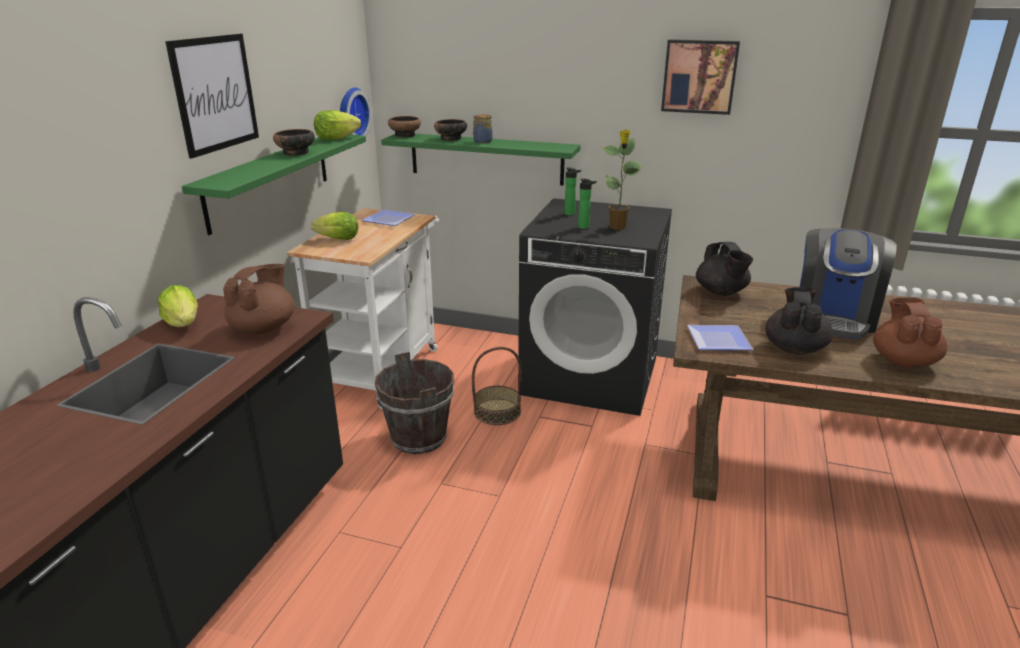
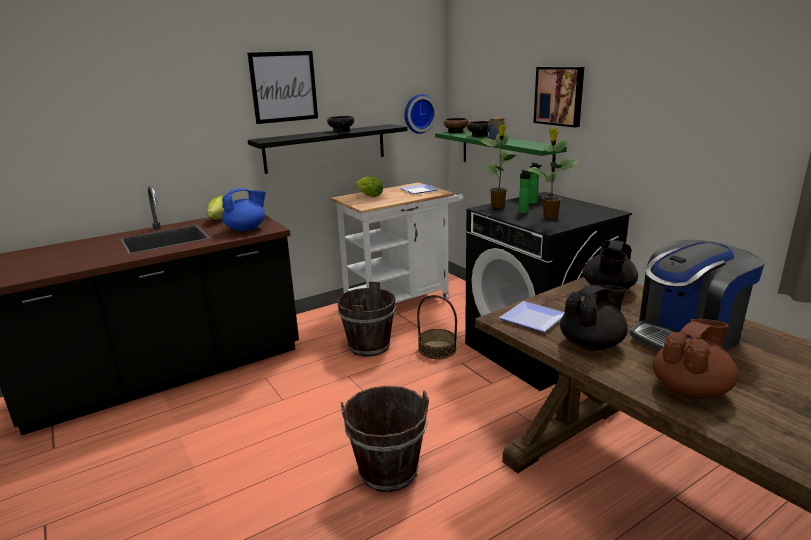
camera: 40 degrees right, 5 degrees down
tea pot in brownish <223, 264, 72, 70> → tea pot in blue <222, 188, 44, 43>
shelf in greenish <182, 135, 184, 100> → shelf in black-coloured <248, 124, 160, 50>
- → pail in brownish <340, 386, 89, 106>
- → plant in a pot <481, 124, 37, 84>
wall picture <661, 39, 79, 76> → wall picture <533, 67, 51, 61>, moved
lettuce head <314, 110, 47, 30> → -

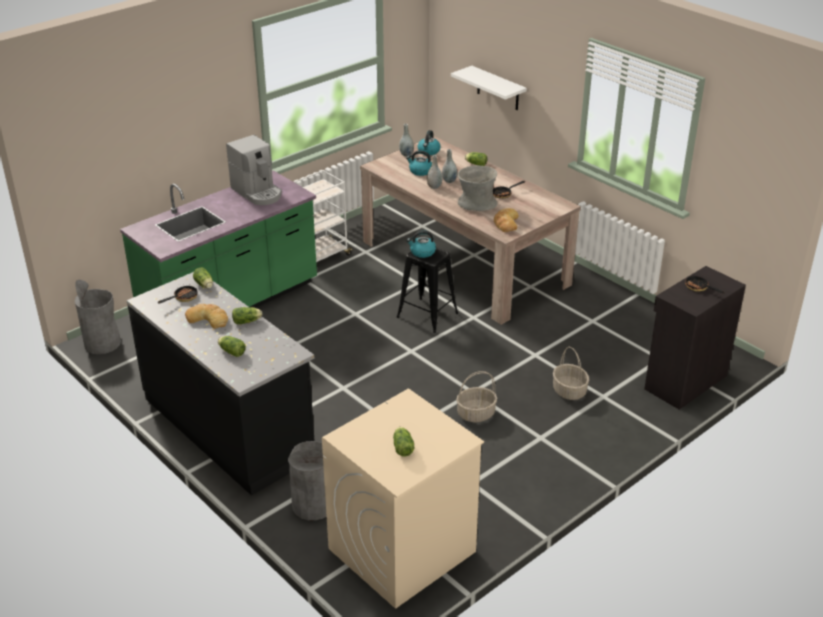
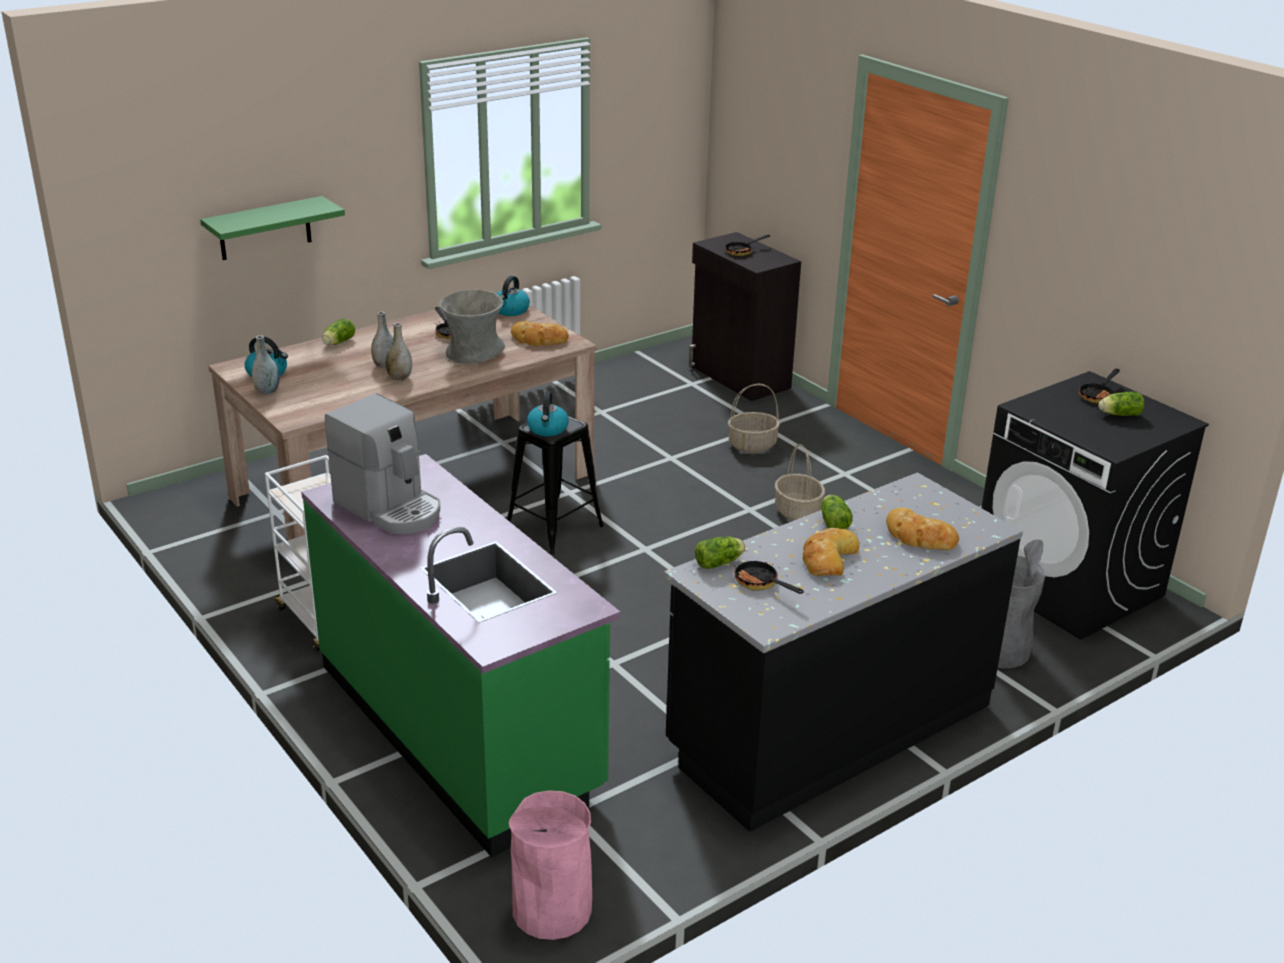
camera: 85 degrees left, 5 degrees down
shelf in whitish <451, 66, 76, 44> → shelf in greenish <200, 196, 145, 64>
coffee maker <226, 135, 56, 70> → coffee maker <325, 394, 115, 140>, 75 degrees clockwise
tea kettle <406, 150, 26, 26> → tea kettle <496, 276, 34, 40>, moved
trash can in gray <75, 280, 46, 74> → trash can in pinkish <509, 790, 83, 150>
lettuce head <218, 336, 28, 21> → baked bread <886, 508, 73, 42>
laundry appliance in beige <322, 389, 162, 220> → laundry appliance in black-coloured <981, 371, 228, 269>
- → pan <1079, 369, 41, 34>

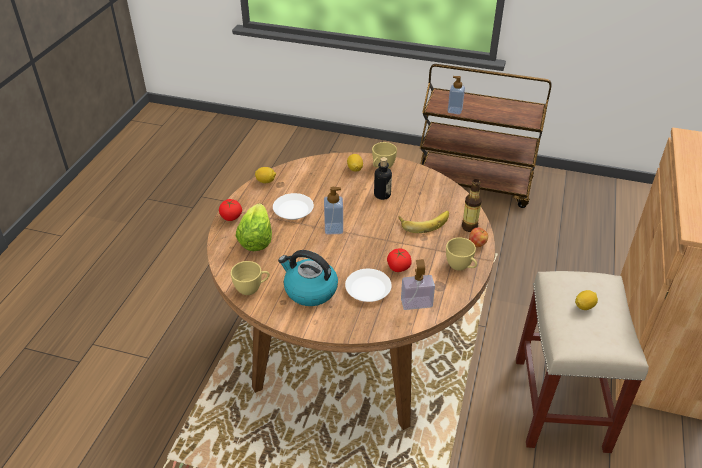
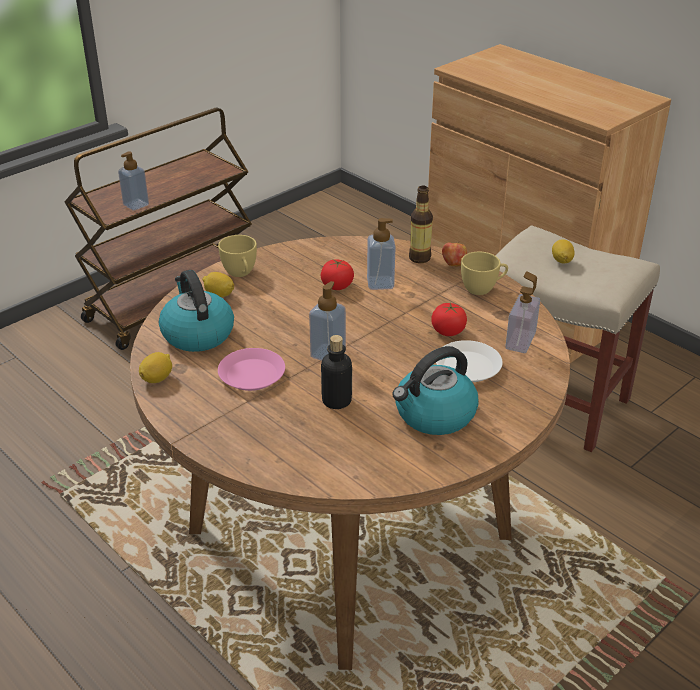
camera: 60 degrees left, 5 degrees down
- → tea kettle <159, 270, 75, 82>
plate in whitish <273, 193, 41, 27> → plate in pinkish <218, 348, 67, 43>
tomato <219, 199, 23, 22> → tomato <321, 259, 33, 31>, moved
beverage bottle <374, 157, 18, 43> → beverage bottle <321, 335, 31, 74>, moved
whole banana <399, 211, 50, 22> → liquid soap bottle <367, 218, 29, 72>
small cup in yellow-coloured <231, 261, 39, 34> → -
lettuce head <236, 204, 36, 47> → -

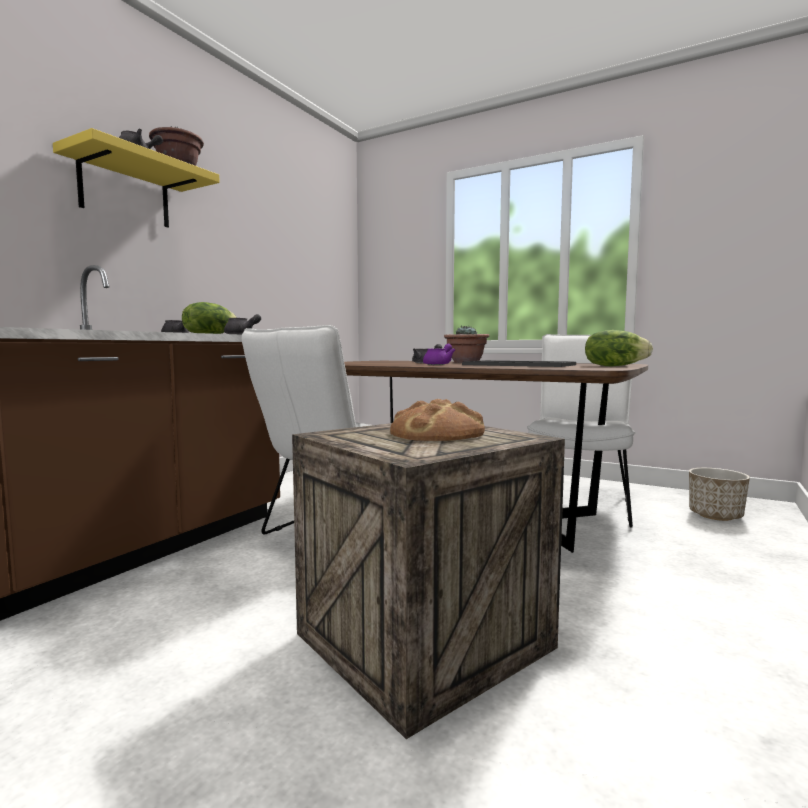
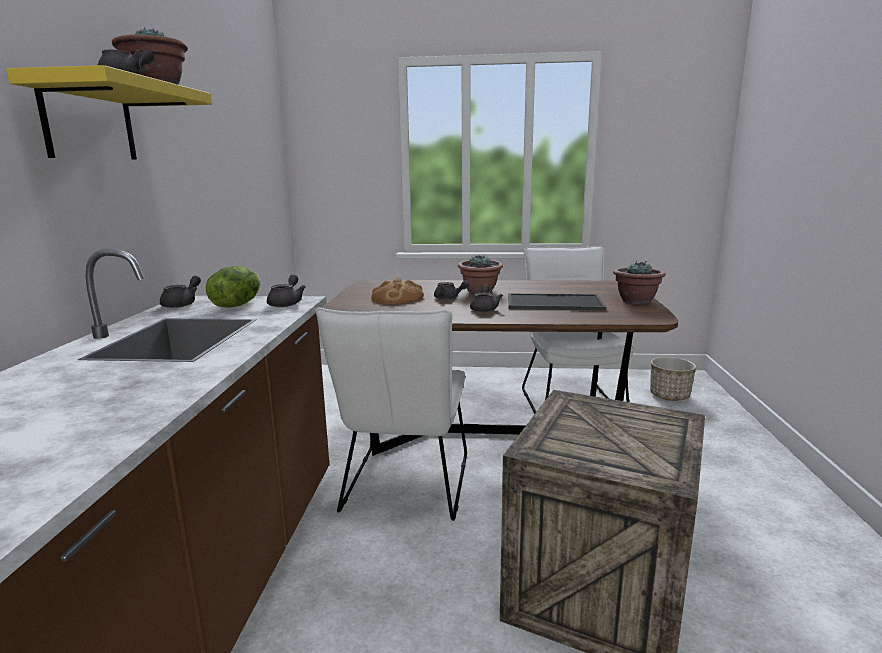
camera: 25 degrees left, 10 degrees up
baked bread <390, 399, 95, 42> → baked bread <371, 278, 53, 26>, moved
tea pot in purplish <423, 344, 32, 21> → tea pot in gray <470, 285, 33, 27>
lettuce head <585, 330, 68, 36> → plant in a pot <613, 261, 53, 43>

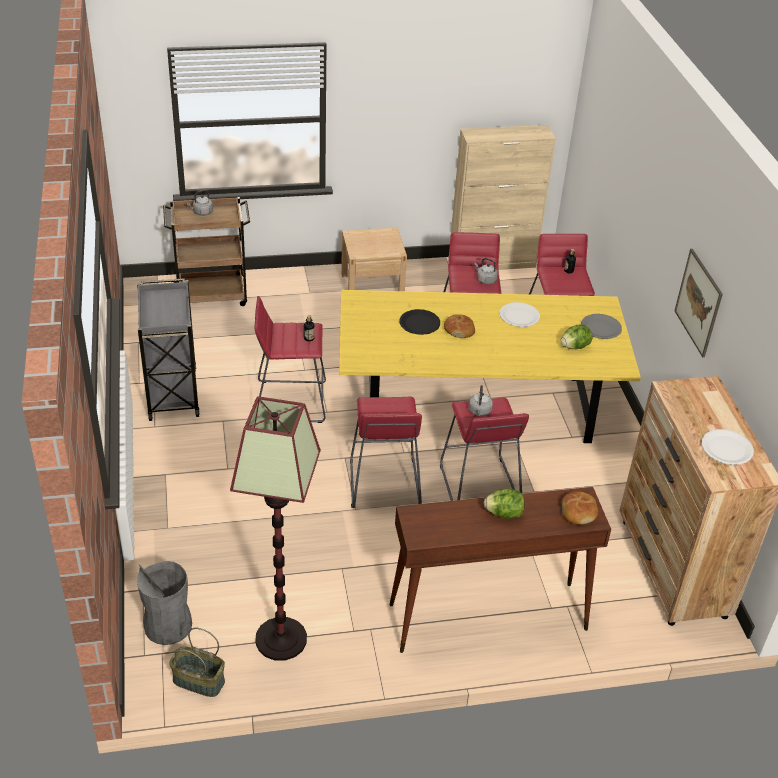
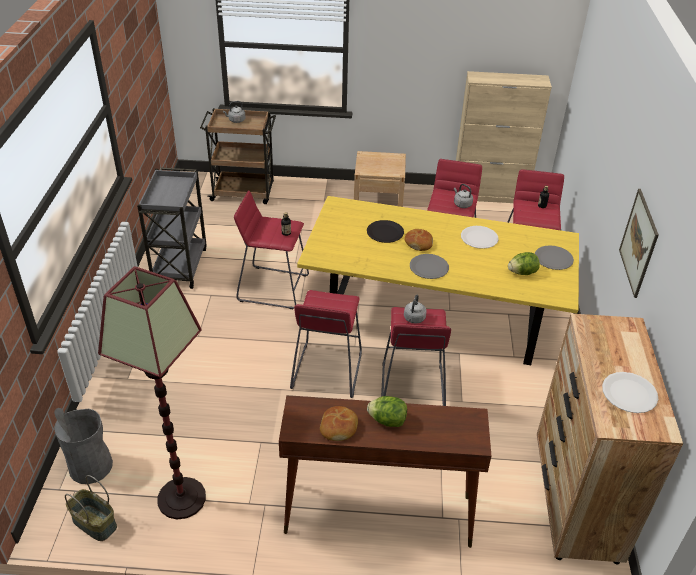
camera: 15 degrees right, 0 degrees up
baked bread <562, 491, 36, 34> → baked bread <320, 406, 38, 35>, moved
- → plate in gray <410, 254, 39, 25>

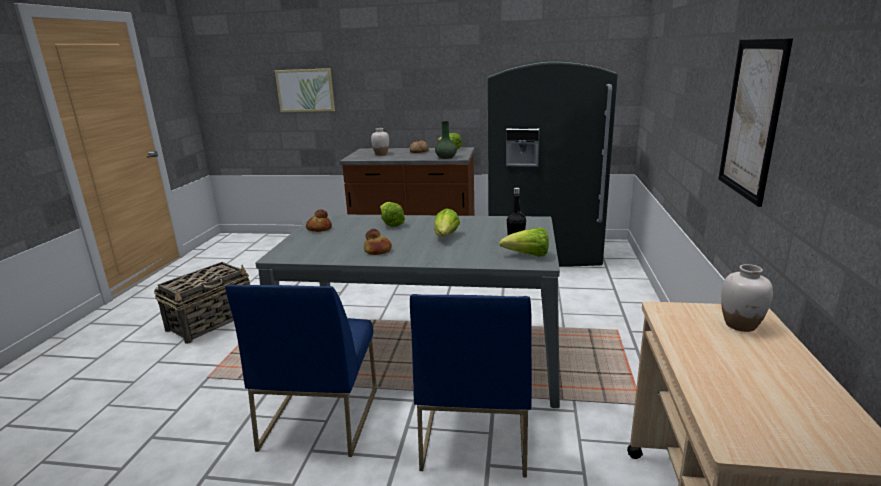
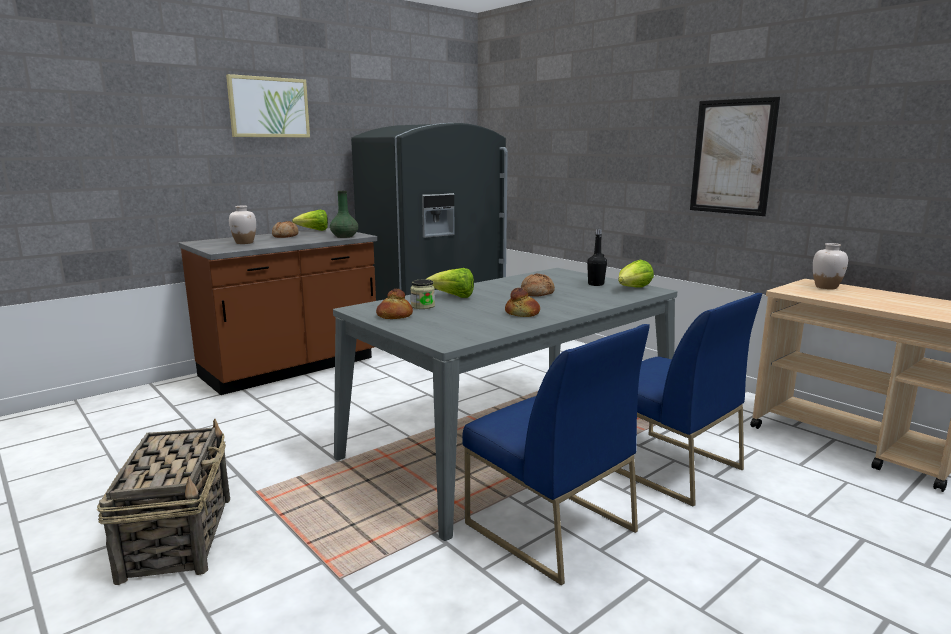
camera: 50 degrees left, 5 degrees down
wall picture <275, 68, 60, 44> → wall picture <226, 74, 84, 64>, moved
- → preserve jar <410, 279, 25, 30>
lettuce head <434, 208, 26, 28> → baked bread <521, 273, 34, 24>

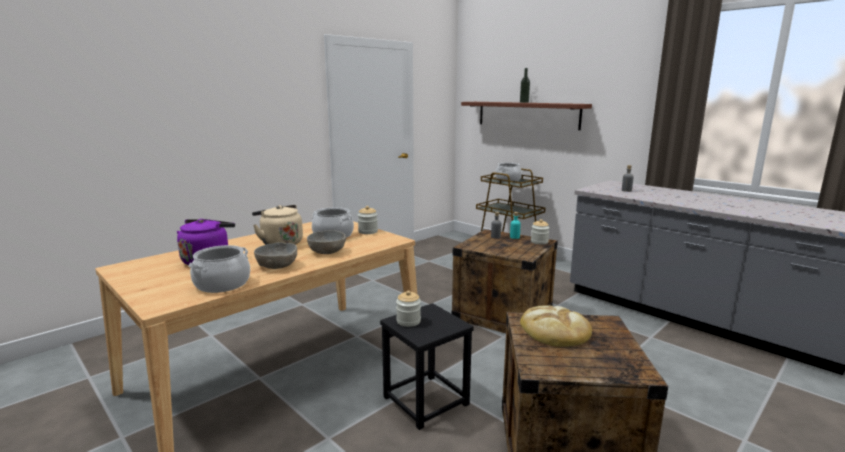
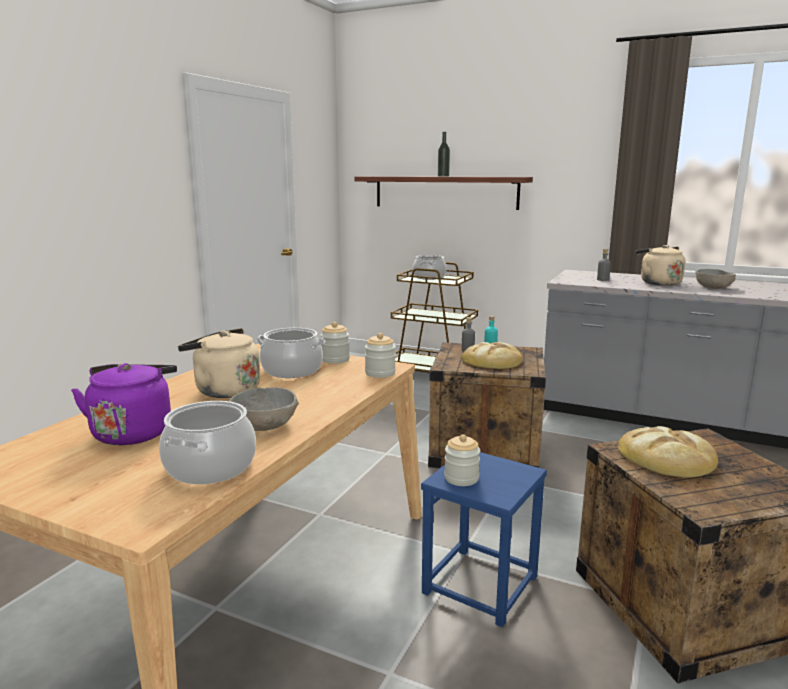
camera: 20 degrees left, 0 degrees up
preserve jar <531, 219, 19, 25> → preserve jar <365, 333, 31, 45>, moved
stool seat in black-coloured <380, 303, 94, 127> → stool seat in blue <421, 452, 126, 175>
- → baked bread <462, 342, 61, 27>
- → tea kettle in beige <635, 245, 51, 41>
deep dish in gray <307, 230, 39, 24> → deep dish in gray <695, 269, 41, 20>, moved

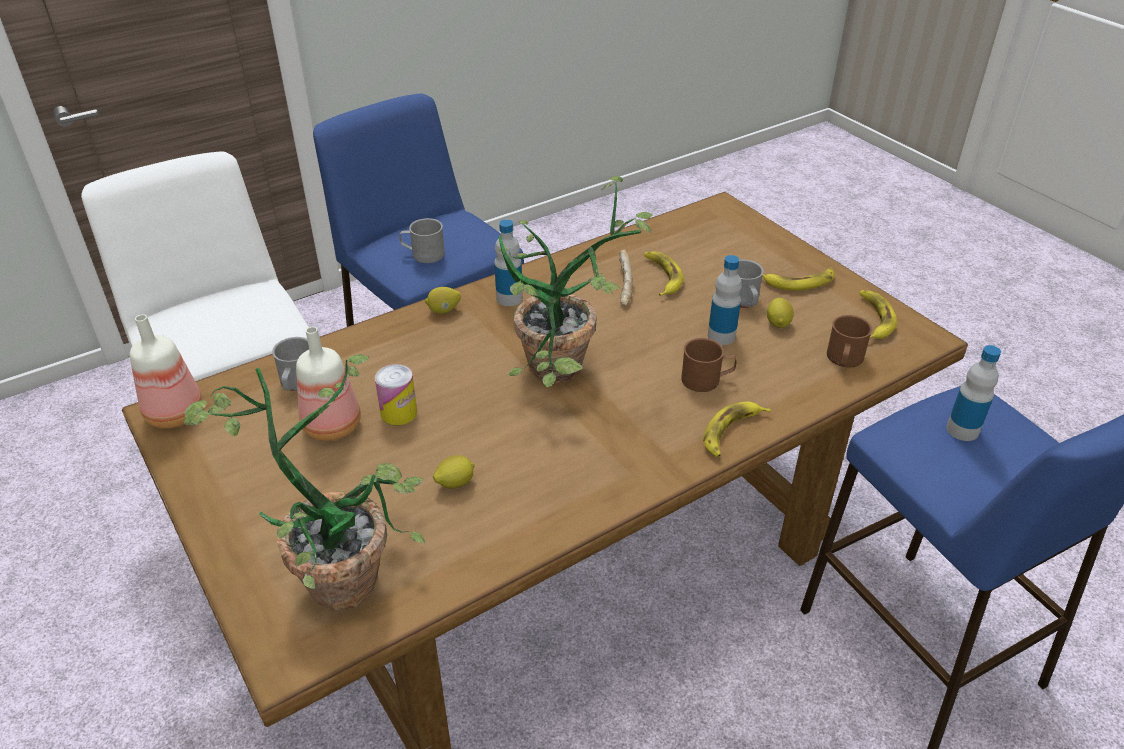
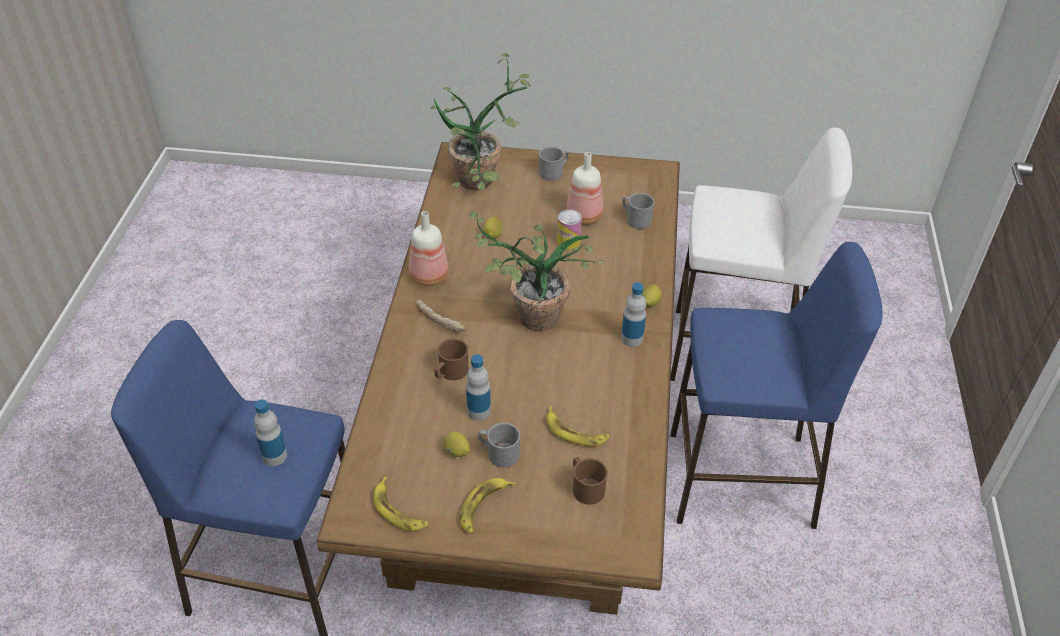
camera: 130 degrees right, 5 degrees up
beverage bottle <130, 314, 73, 114> → beverage bottle <409, 211, 40, 75>, moved
baked bread <619, 249, 14, 57> → baked bread <416, 300, 50, 32>, moved
mug in gray <399, 218, 46, 45> → mug in gray <539, 147, 30, 34>, moved
mug in brownish <827, 315, 45, 52> → mug in brownish <573, 457, 35, 48>, moved
whole banana <703, 401, 68, 56> → -

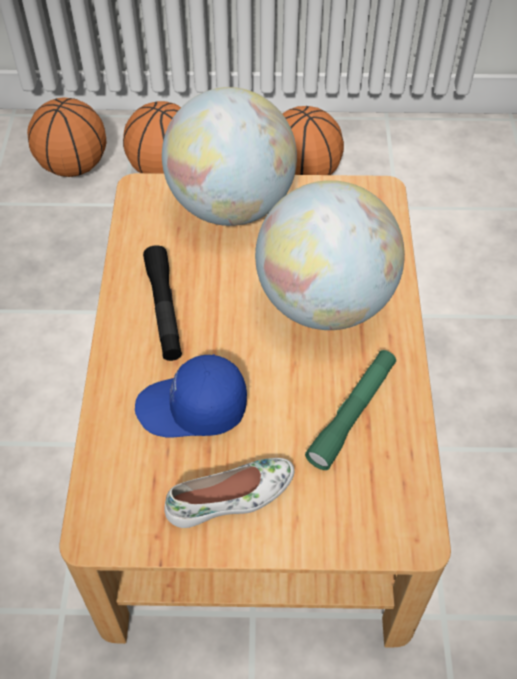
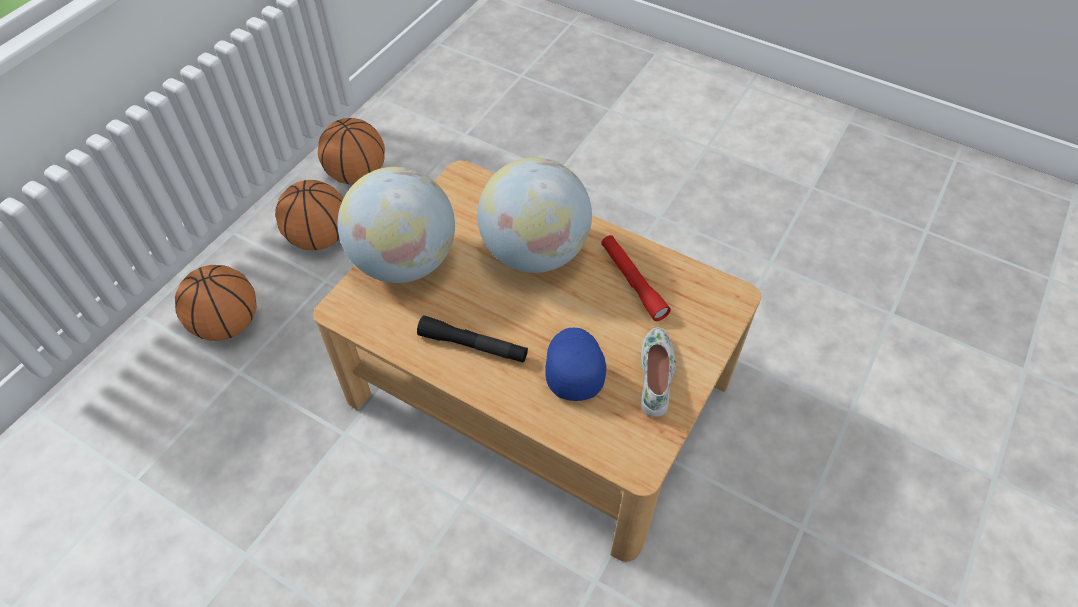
camera: 60 degrees left, 0 degrees up
basketball <27, 97, 79, 80> → basketball <318, 118, 67, 67>, moved
peaked cap in blue <135, 354, 112, 84> → peaked cap in blue <545, 328, 61, 73>, 150 degrees clockwise
hand torch in greenish <305, 350, 91, 120> → hand torch in red-coloured <601, 235, 70, 86>

